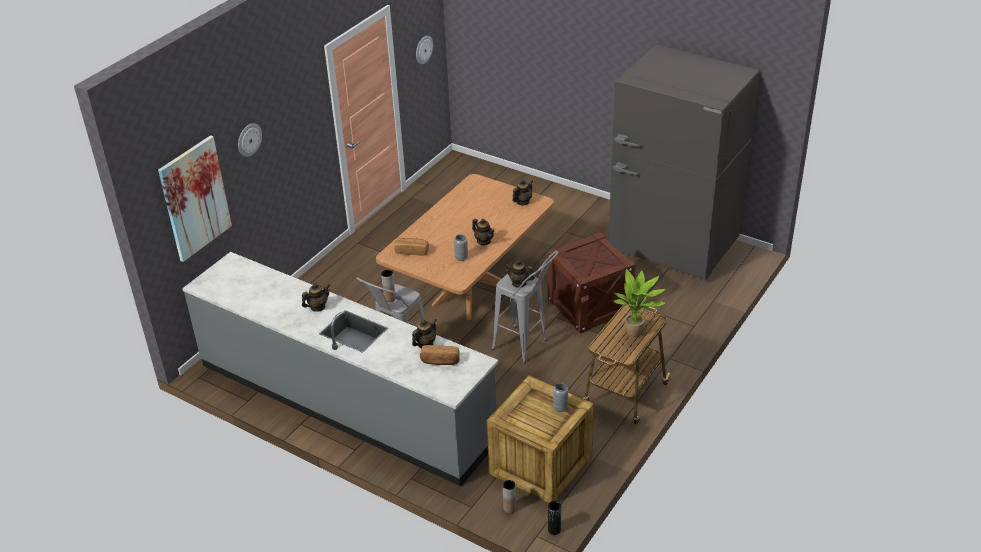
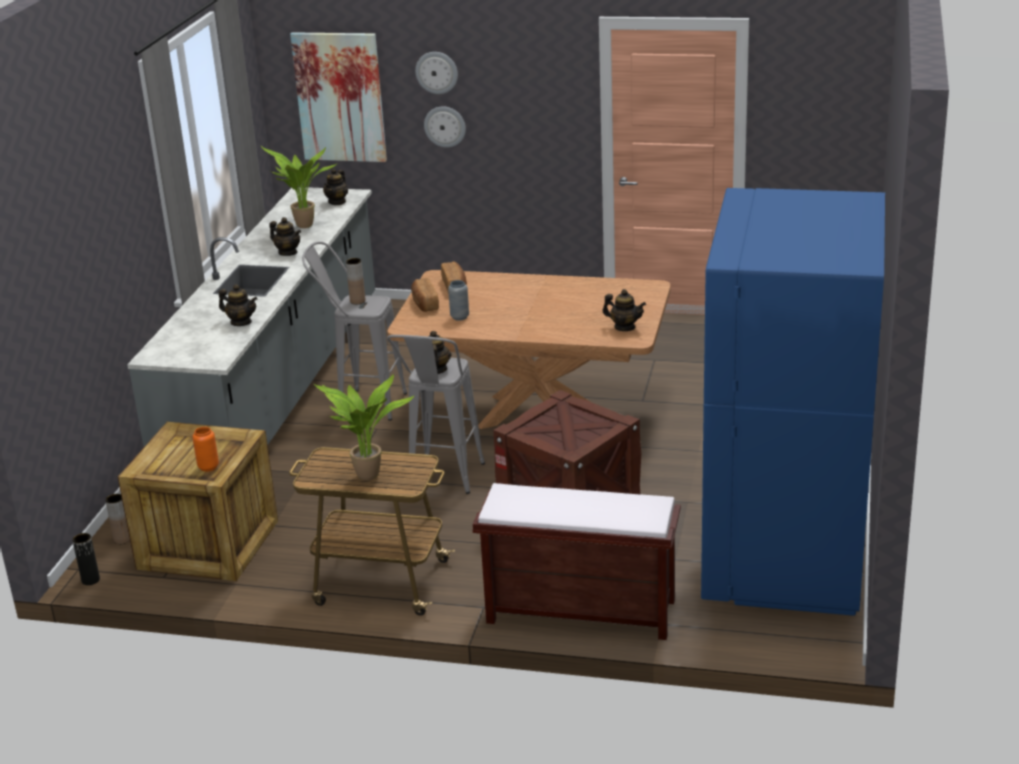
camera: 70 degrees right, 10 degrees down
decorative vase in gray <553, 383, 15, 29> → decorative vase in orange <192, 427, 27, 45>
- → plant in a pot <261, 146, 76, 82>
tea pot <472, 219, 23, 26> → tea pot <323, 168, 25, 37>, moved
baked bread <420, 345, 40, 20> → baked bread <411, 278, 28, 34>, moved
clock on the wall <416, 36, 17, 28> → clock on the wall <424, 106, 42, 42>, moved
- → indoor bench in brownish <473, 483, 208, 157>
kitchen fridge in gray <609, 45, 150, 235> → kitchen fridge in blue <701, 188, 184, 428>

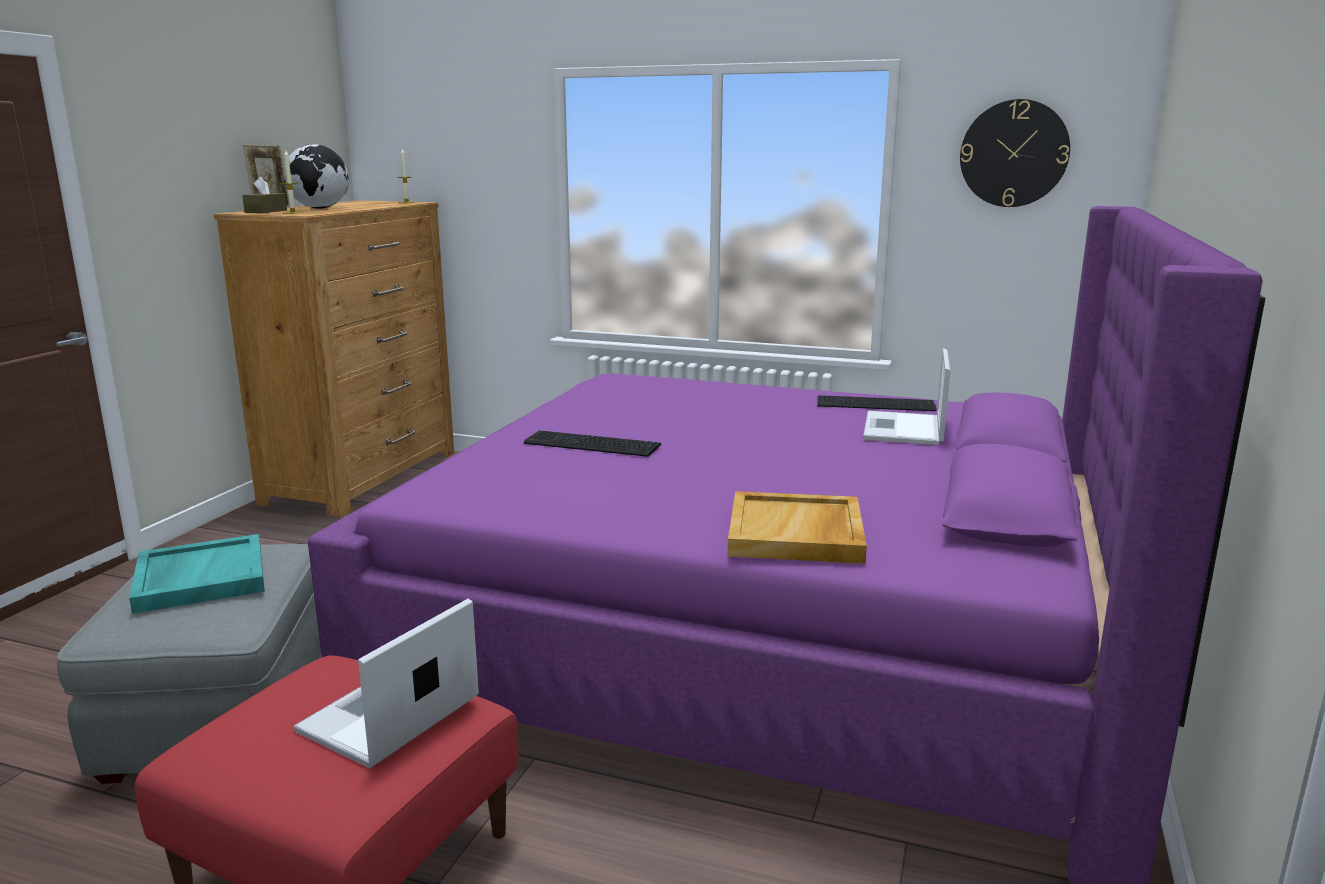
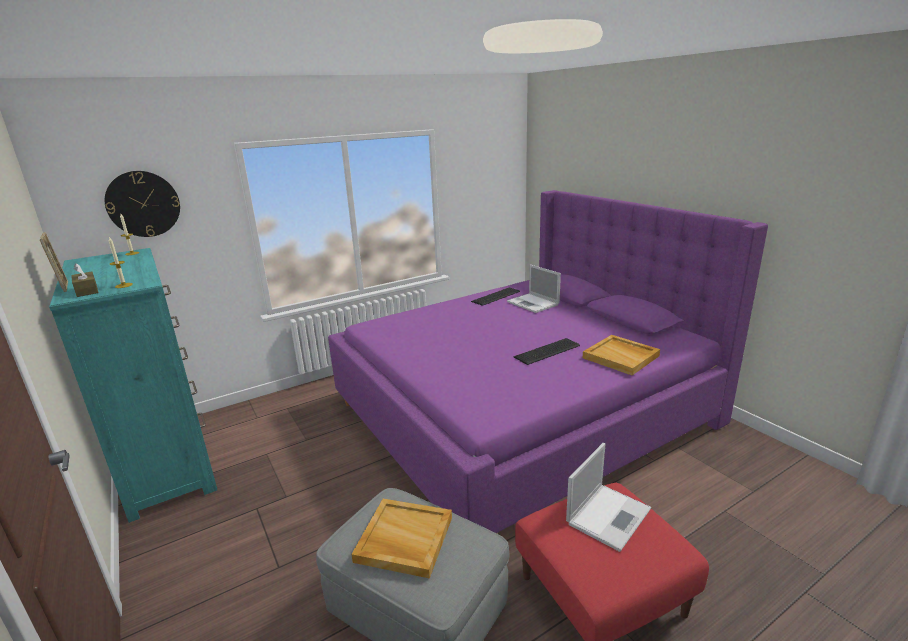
camera: 50 degrees left, 5 degrees up
dresser in brownish <214, 200, 240, 317> → dresser in turquoise <49, 248, 168, 275>
clock on the wall <960, 99, 110, 108> → clock on the wall <105, 171, 75, 66>, moved
carrying tray in turquoise <129, 534, 136, 80> → carrying tray in beige <351, 499, 101, 80>
keyboard <524, 431, 137, 26> → keyboard <514, 338, 66, 27>, moved
portable computer <294, 599, 185, 169> → portable computer <566, 443, 85, 109>, 120 degrees counterclockwise
desk globe <283, 144, 66, 65> → -

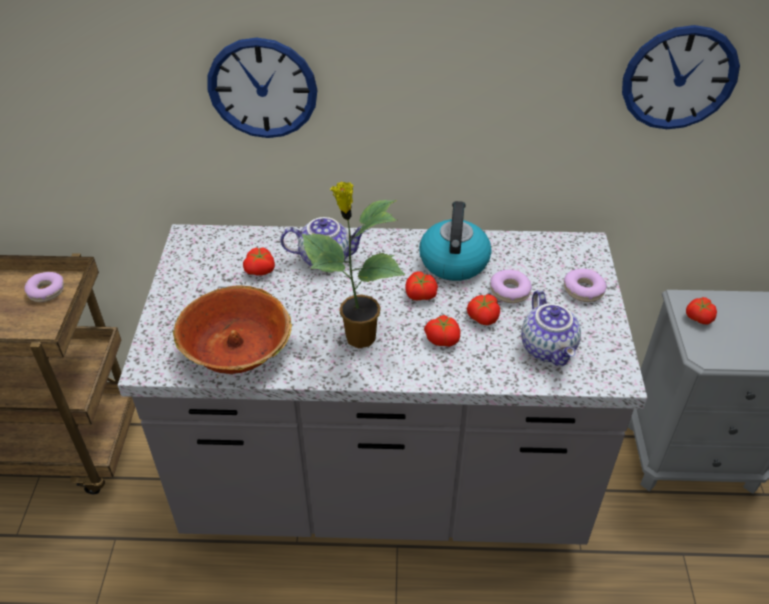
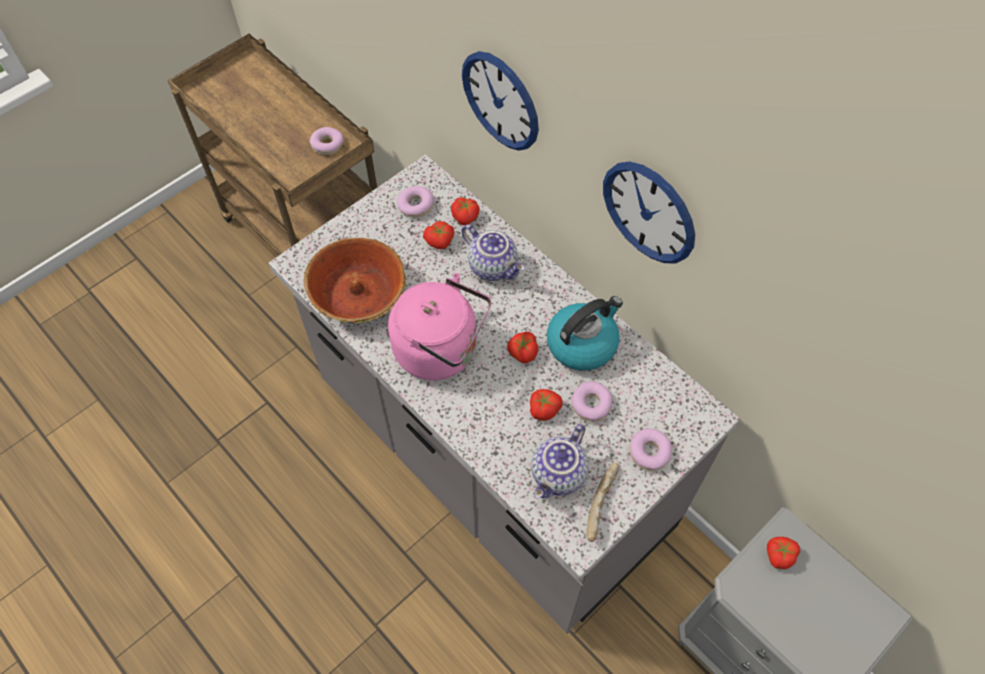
camera: 45 degrees right, 15 degrees up
plant in a pot <302, 182, 103, 166> → tea kettle in pinkish <388, 273, 103, 107>
- → donut <398, 186, 36, 32>
tomato <424, 315, 37, 32> → tomato <451, 197, 29, 28>, moved
- → baked bread <586, 463, 33, 79>
clock on the wall <622, 25, 118, 104> → clock on the wall <603, 161, 92, 103>, moved

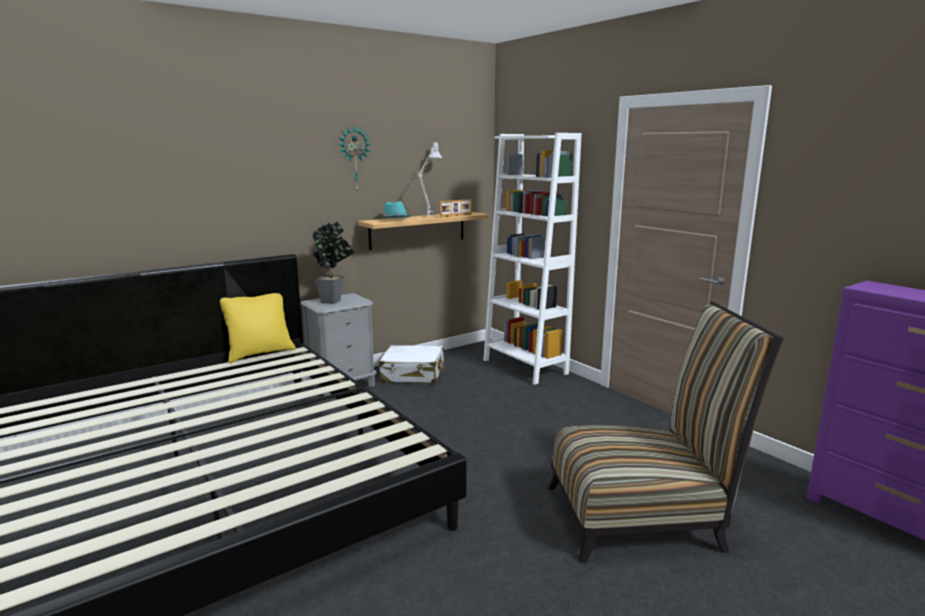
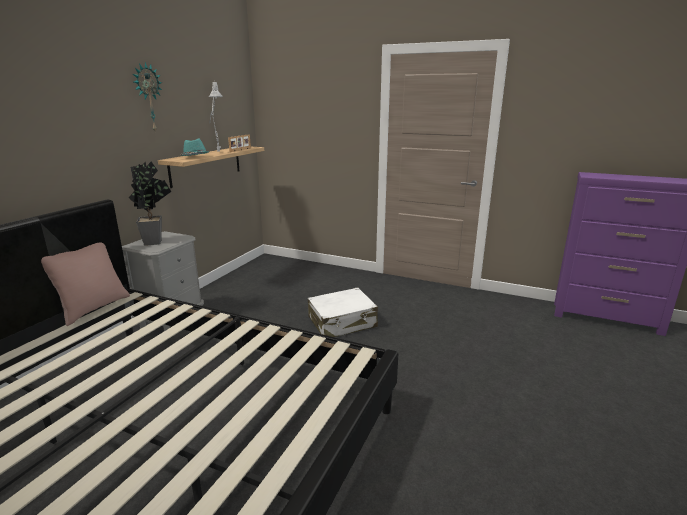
camera: 30 degrees left, 5 degrees up
throw pillow in yellow-coloured <220, 293, 76, 70> → throw pillow in pinkish <41, 243, 89, 83>
travel case in whitish <379, 345, 66, 39> → travel case in whitish <308, 287, 70, 50>, moved
shelving unit in whitish <484, 133, 98, 252> → -
chair <548, 301, 236, 262> → -

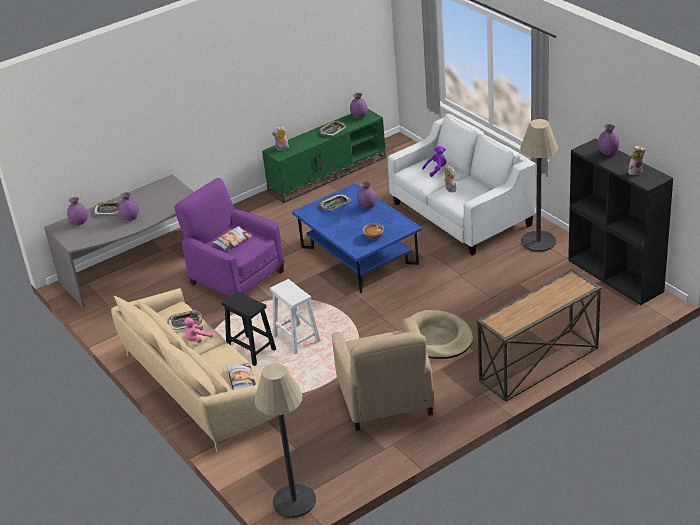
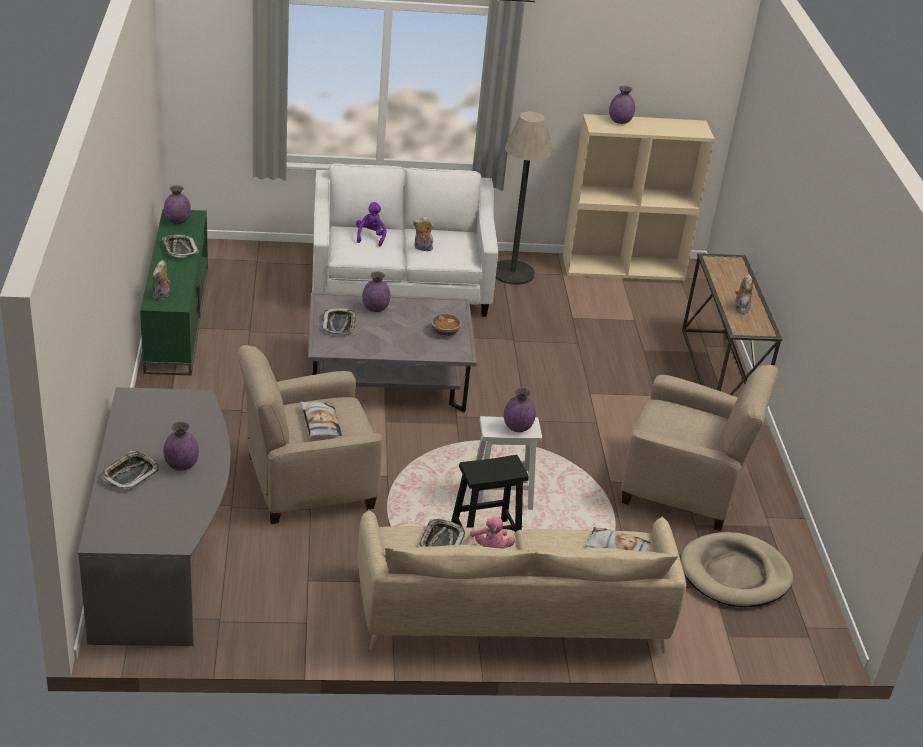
camera: 65 degrees left, 0 degrees up
armchair in purplish <174, 178, 110, 118> → armchair in beige <238, 345, 144, 179>
lounge table in blue <292, 183, 130, 110> → lounge table in gray <308, 293, 169, 119>
decorative vase in purplish <67, 197, 21, 28> → decorative vase in purplish <504, 387, 32, 45>, moved
shelving unit in black-coloured <568, 138, 105, 167> → shelving unit in beige <563, 114, 152, 167>
pet bed in beige <401, 310, 72, 49> → pet bed in beige <681, 532, 112, 75>, moved
soft toy <628, 145, 18, 30> → soft toy <735, 274, 18, 40>, moved
standing lamp <255, 363, 61, 155> → -

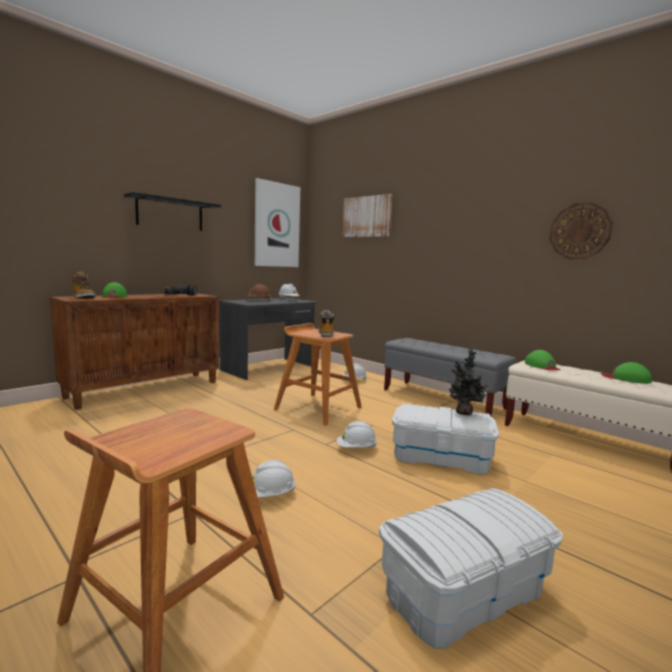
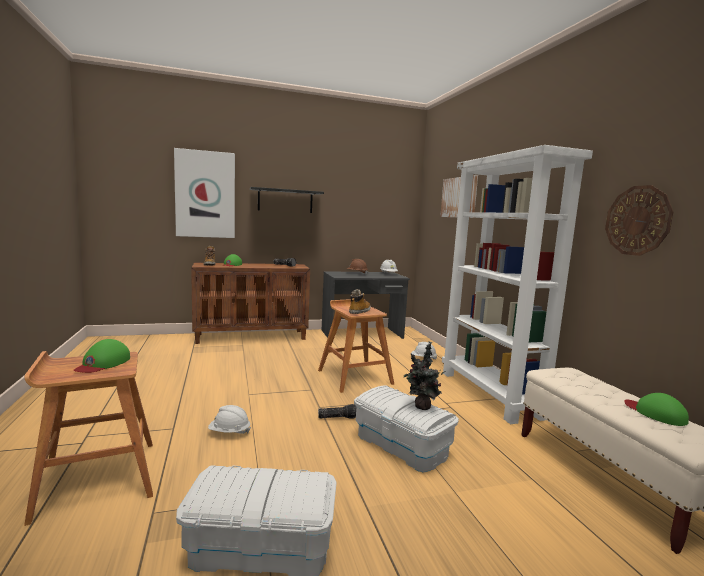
camera: 30 degrees right, 0 degrees up
peaked cap in greenish <525, 350, 36, 20> → peaked cap in greenish <73, 339, 57, 34>, moved
wall picture <255, 178, 45, 89> → wall picture <174, 148, 61, 90>, moved
work helmet in whitish <337, 421, 40, 26> → hand torch <318, 404, 38, 15>
indoor bench in gray <384, 338, 132, 78> → shelving unit in whitish <442, 145, 151, 279>

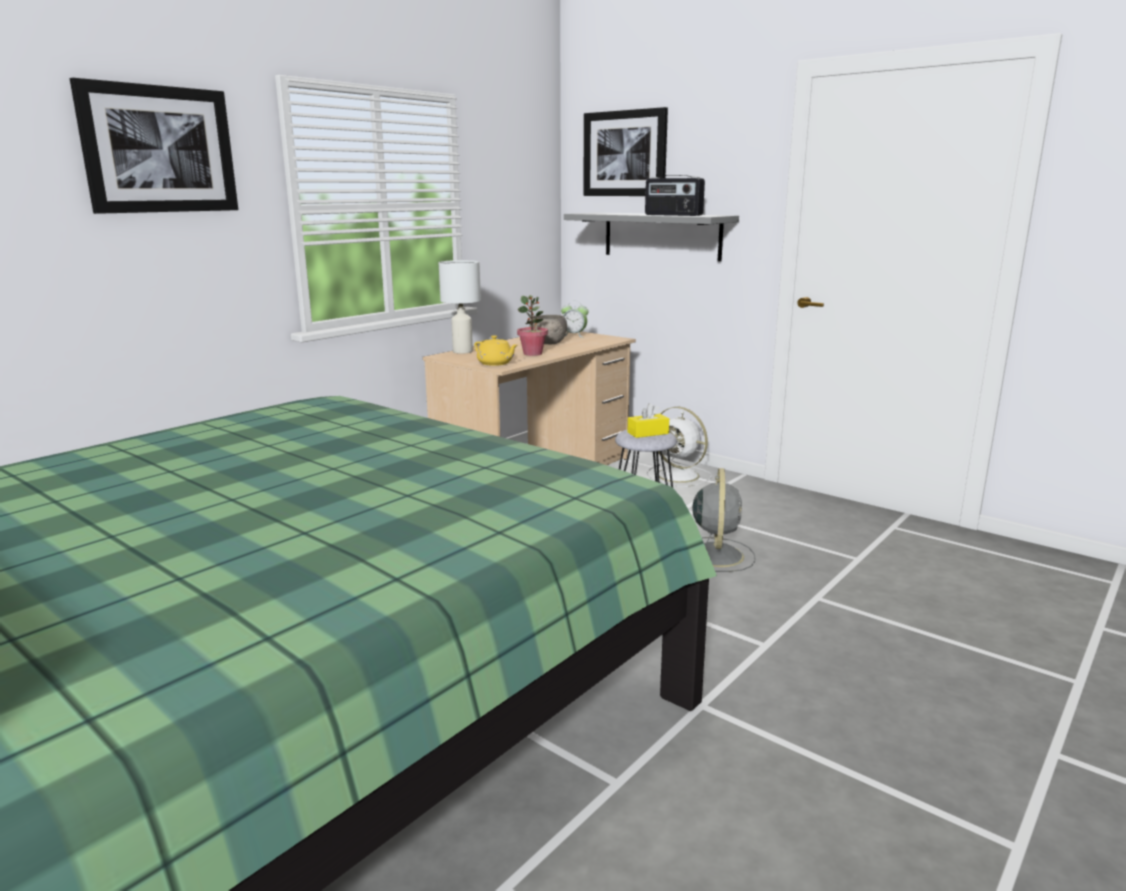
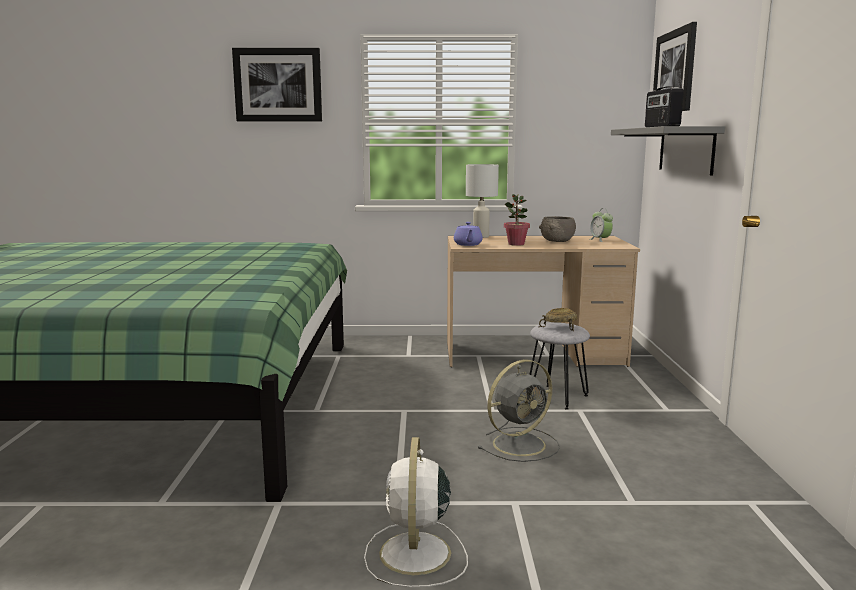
camera: 50 degrees right, 5 degrees down
fan in whitish <647, 407, 65, 80> → fan in whitish <364, 437, 104, 151>, moved
tea pot in yellow-coloured <474, 335, 44, 31> → tea pot in purplish <454, 222, 29, 24>
box of tissues in yellow-coloured <628, 403, 41, 35> → deep dish in beige <539, 308, 38, 23>

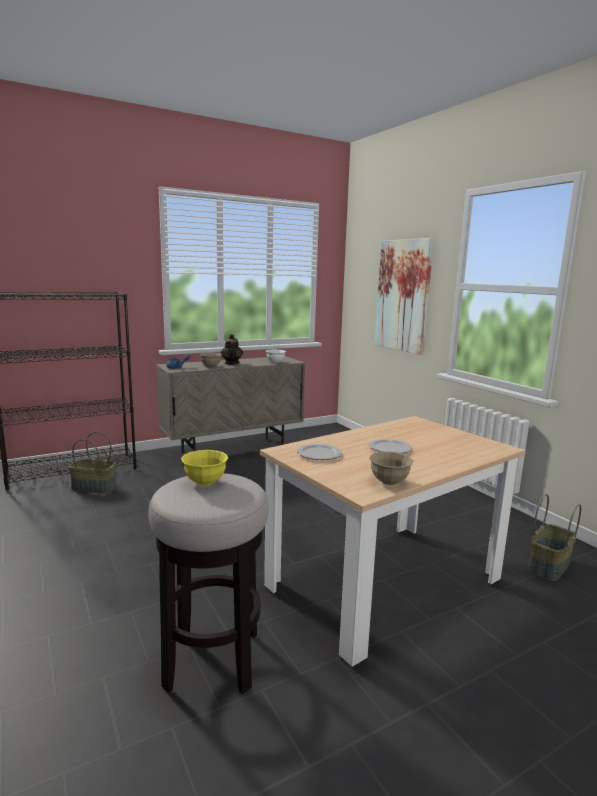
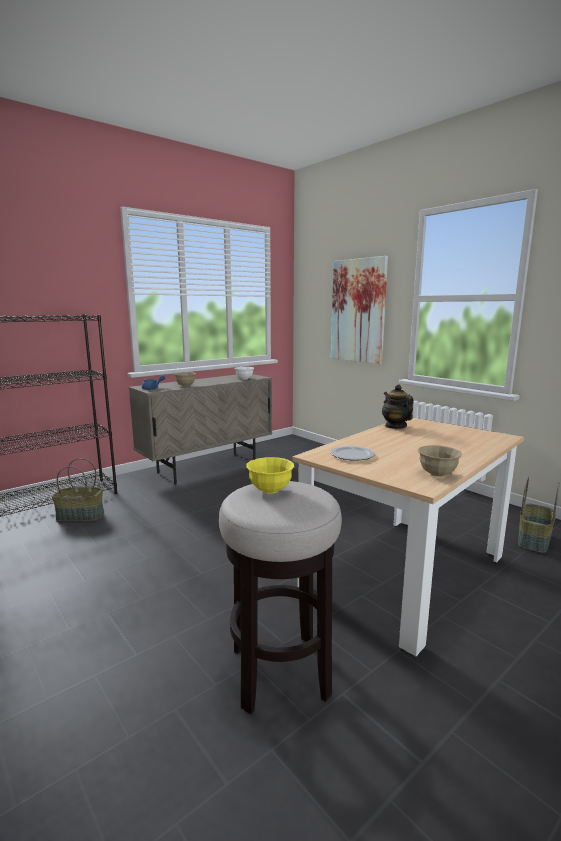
camera: 10 degrees left, 0 degrees up
tea pot <221, 334, 22, 31> → tea pot <382, 384, 32, 45>, moved
plate <369, 439, 43, 15> → -

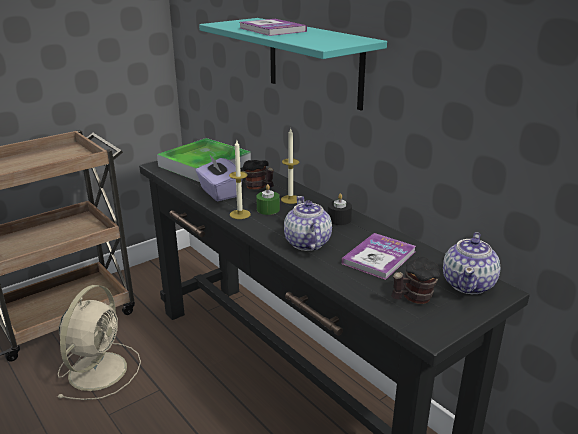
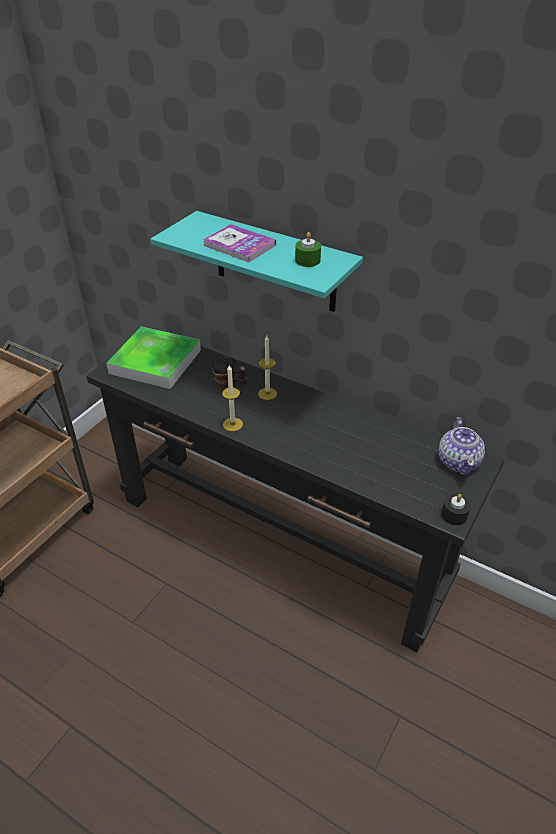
camera: 20 degrees left, 15 degrees up
candle in greenish <256, 184, 24, 31> → candle in greenish <295, 232, 26, 35>, moved
candle in black-coloured <328, 193, 24, 32> → candle in black-coloured <441, 494, 30, 31>, moved
fan in beige <57, 285, 84, 115> → -
box of tissues in purplish <195, 156, 47, 45> → -
tea pot <284, 196, 48, 55> → -
bound book <342, 233, 74, 47> → -
mug <391, 257, 49, 47> → -

